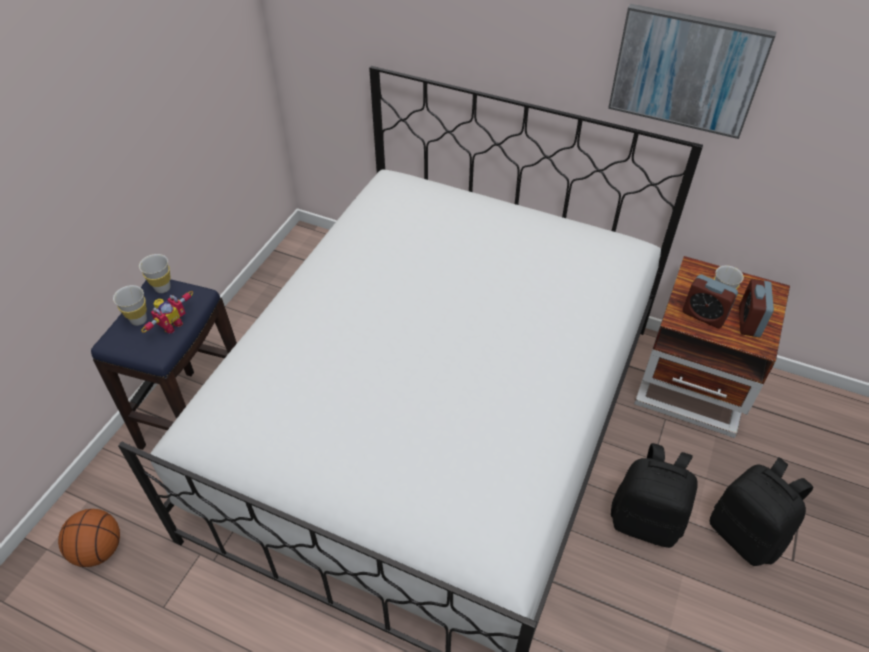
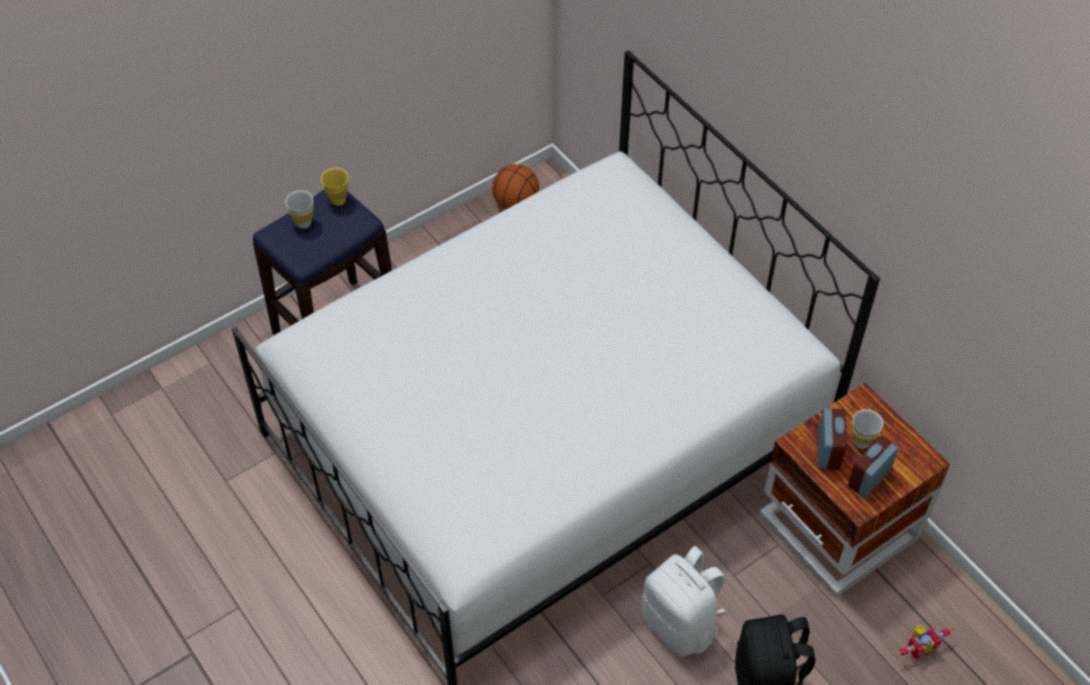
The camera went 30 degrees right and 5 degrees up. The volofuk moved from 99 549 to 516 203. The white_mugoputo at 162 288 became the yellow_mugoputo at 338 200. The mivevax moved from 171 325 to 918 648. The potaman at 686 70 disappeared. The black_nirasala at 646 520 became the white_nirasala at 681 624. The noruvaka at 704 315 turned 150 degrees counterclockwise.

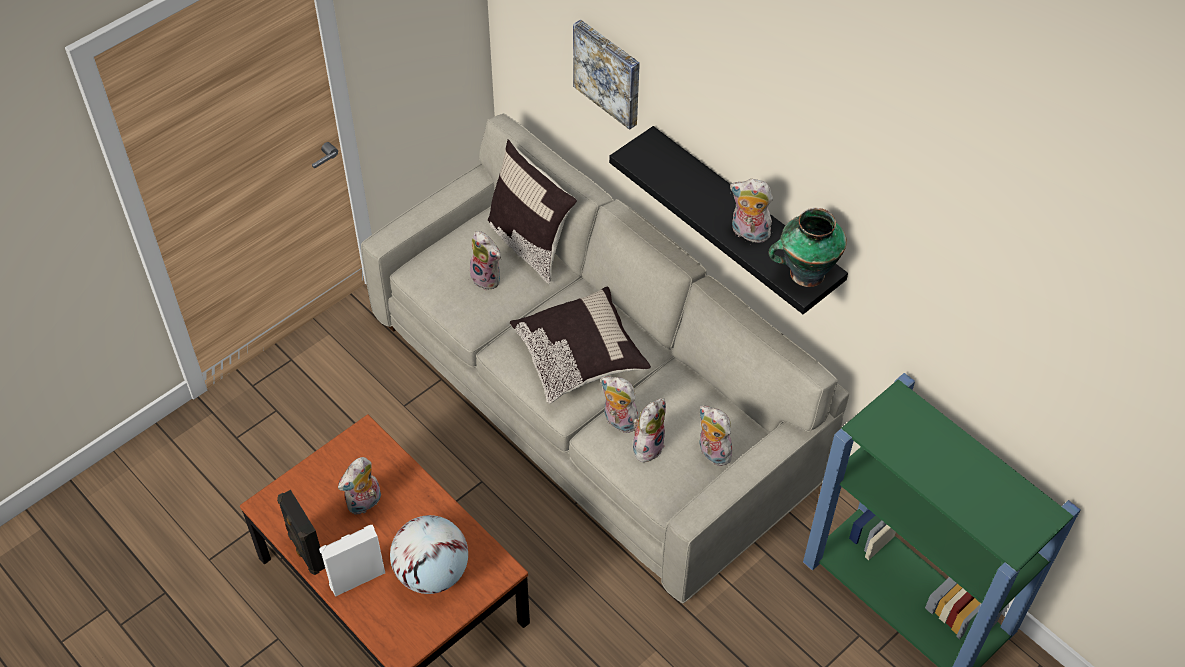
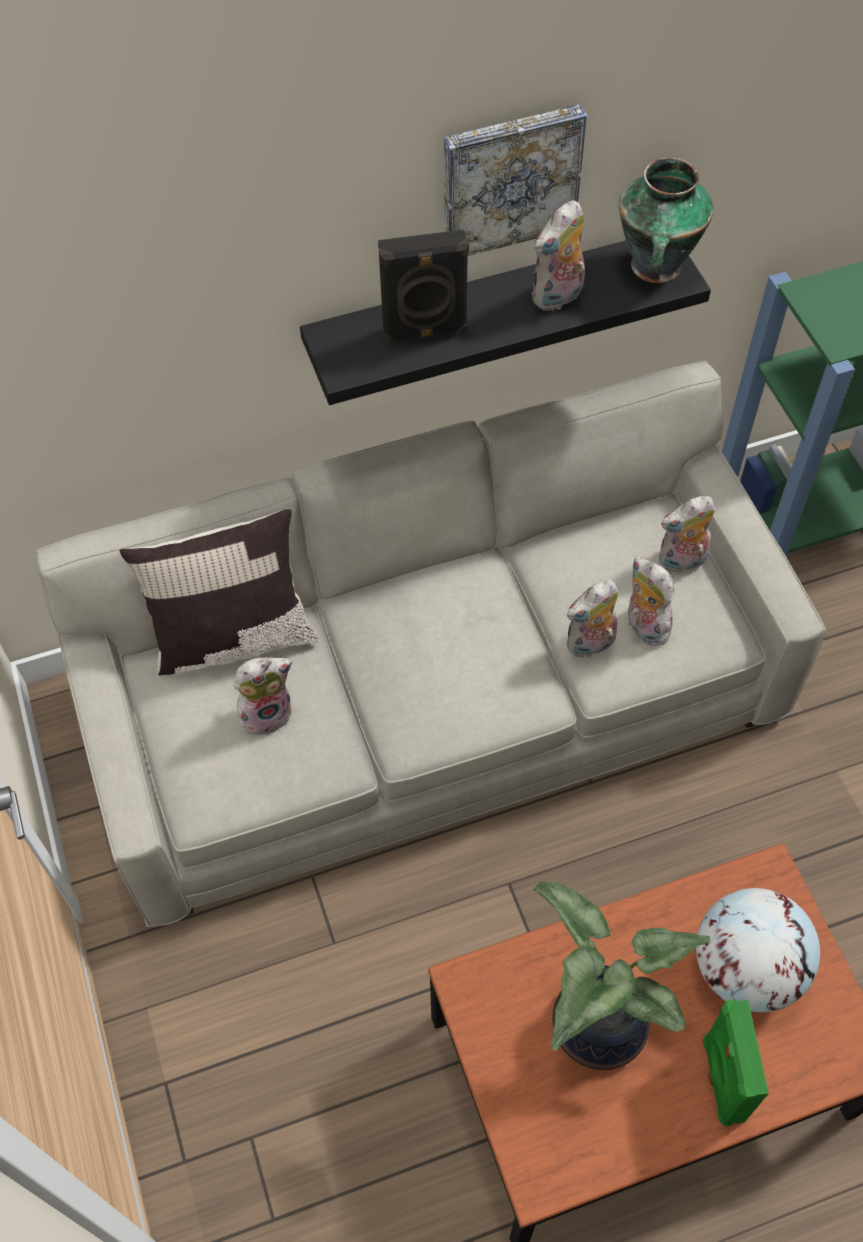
The camera went 65 degrees left and 5 degrees up. The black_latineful moved from 306 552 to 425 332. The white_latineful at 357 578 became the green_latineful at 720 1079. The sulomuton at 364 503 was replaced by the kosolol at 592 1025. The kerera at 579 356 disappeared. The potaman moved from 609 72 to 509 179.

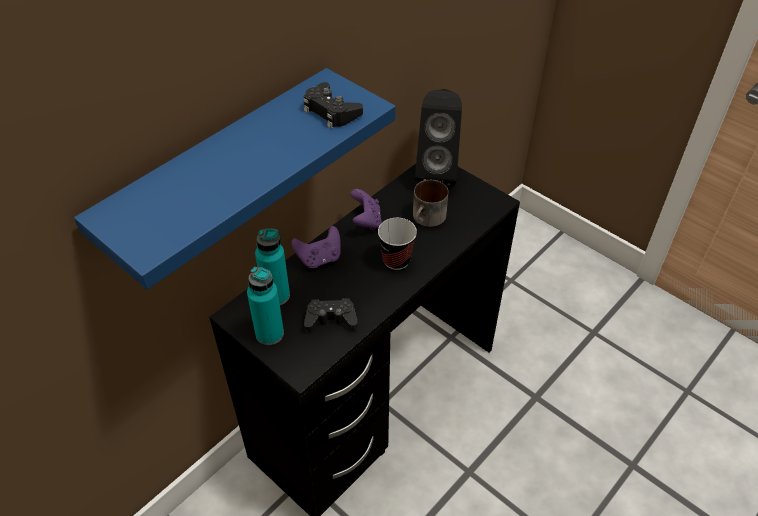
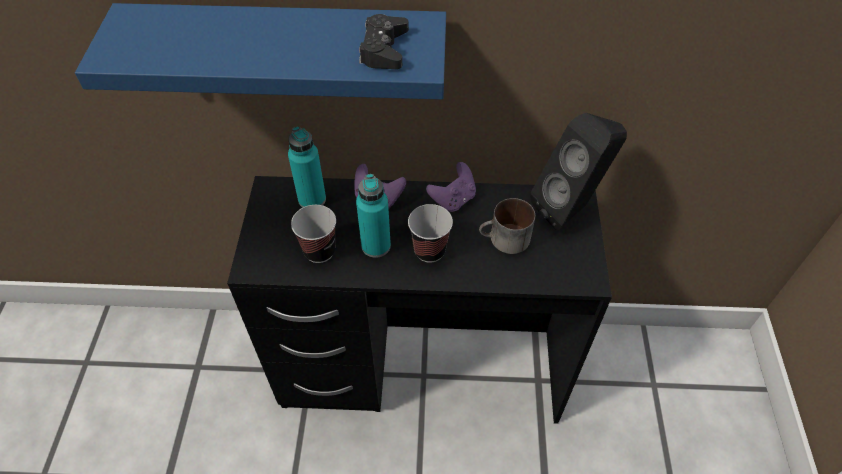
The camera went 50 degrees right and 5 degrees up. The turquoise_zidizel moved from 269 334 to 376 246. The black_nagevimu at 331 319 was replaced by the mugoputo at 319 251.

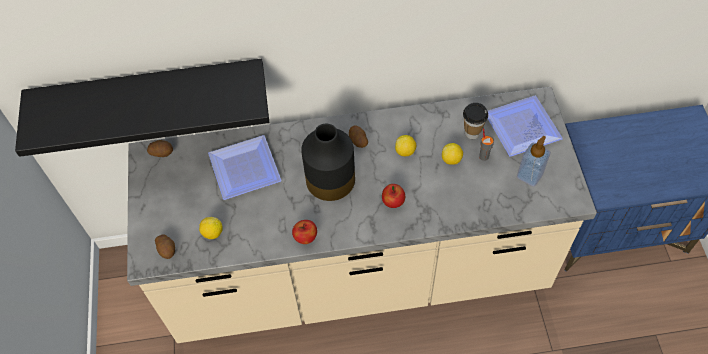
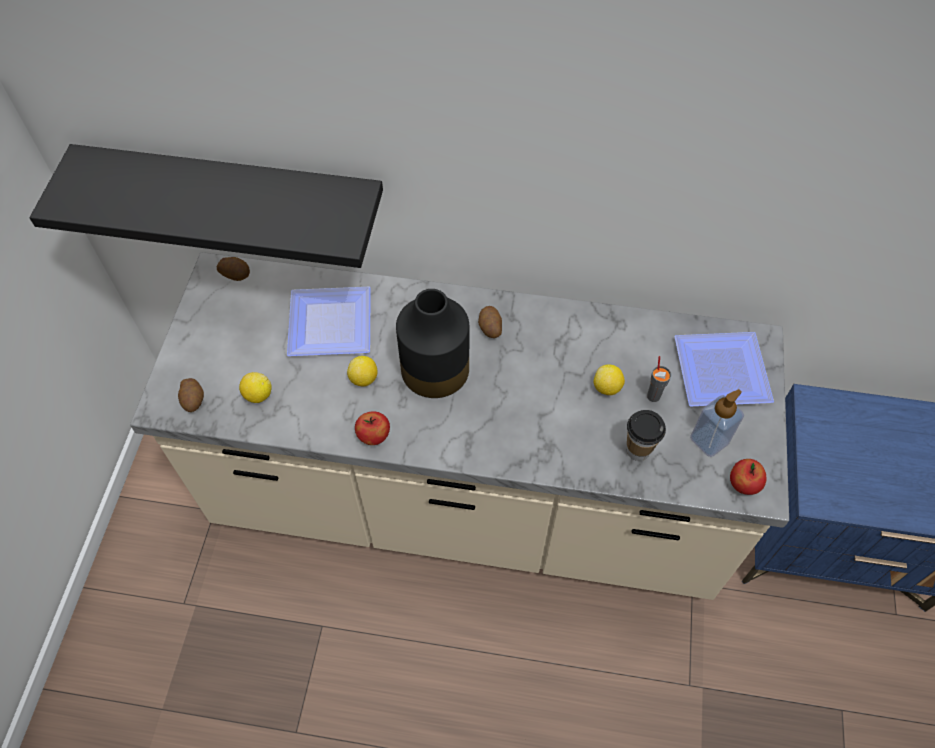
The camera went 15 degrees right and 0 degrees up. The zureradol moved from 393 202 to 743 484. The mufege moved from 405 151 to 364 379. The mugoputo moved from 472 133 to 638 450.

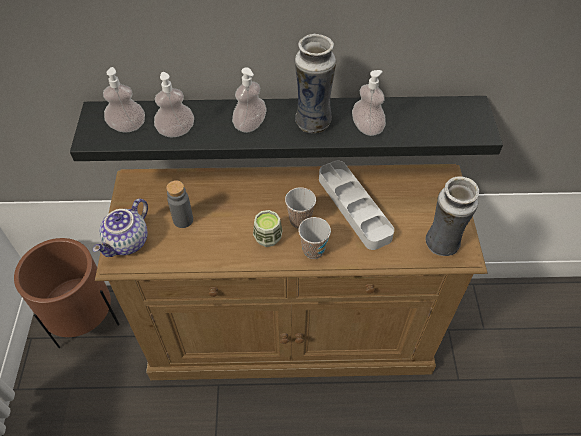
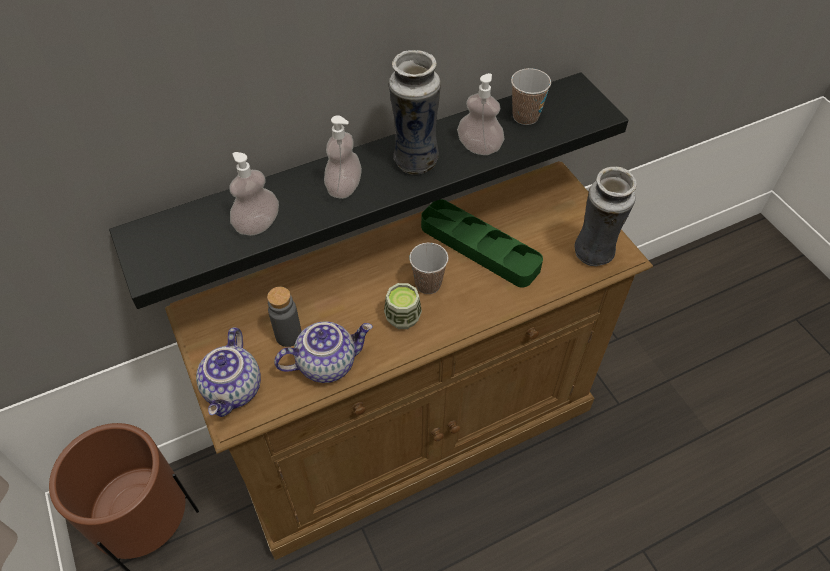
The camera went 25 degrees left and 0 degrees up. The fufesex at 128 126 disappeared. The mugoputo moved from 313 250 to 525 116. The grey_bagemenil at 354 207 became the green_bagemenil at 479 247. The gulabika at 327 362 appeared.

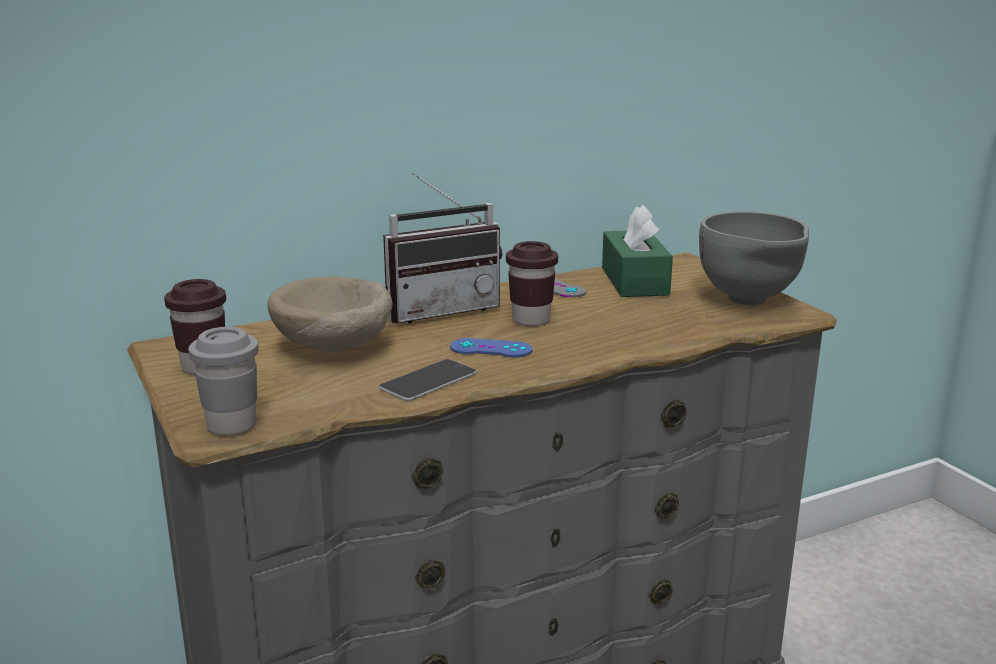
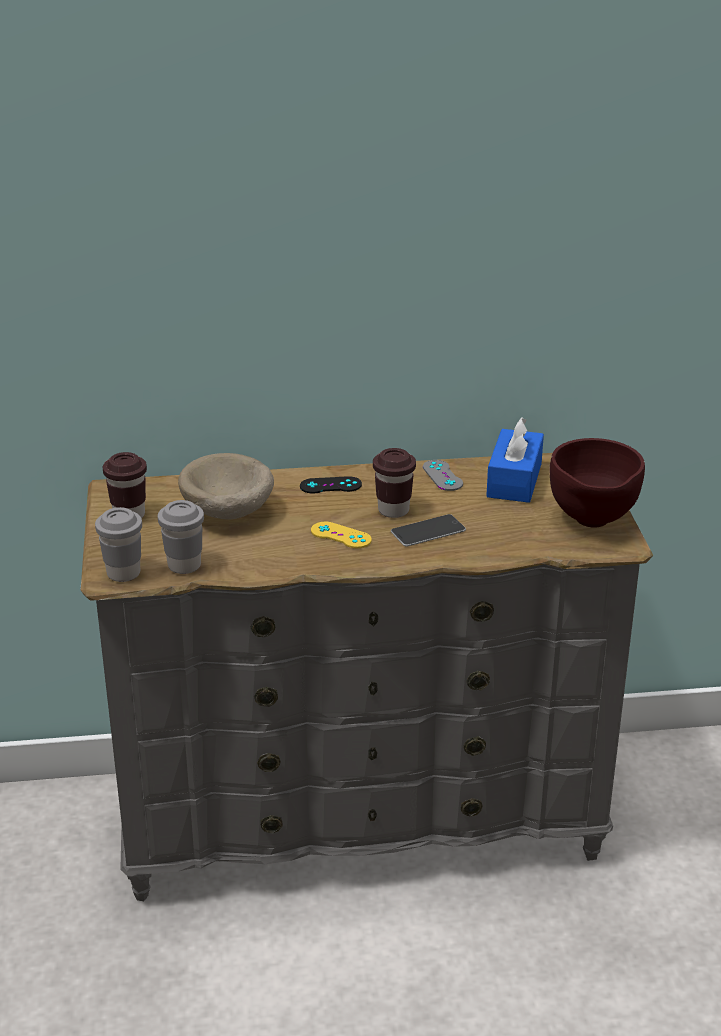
The camera went 20 degrees right and 10 degrees up. The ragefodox moved from 428 380 to 428 531. The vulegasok at 440 309 was replaced by the black_nagevimu at 330 485. The blue_nagevimu at 491 349 became the yellow_nagevimu at 341 535. The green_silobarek at 634 281 became the blue_silobarek at 514 480. The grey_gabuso at 750 301 became the brown_gabuso at 592 522. The grey_mugoputo at 184 566 appeared.

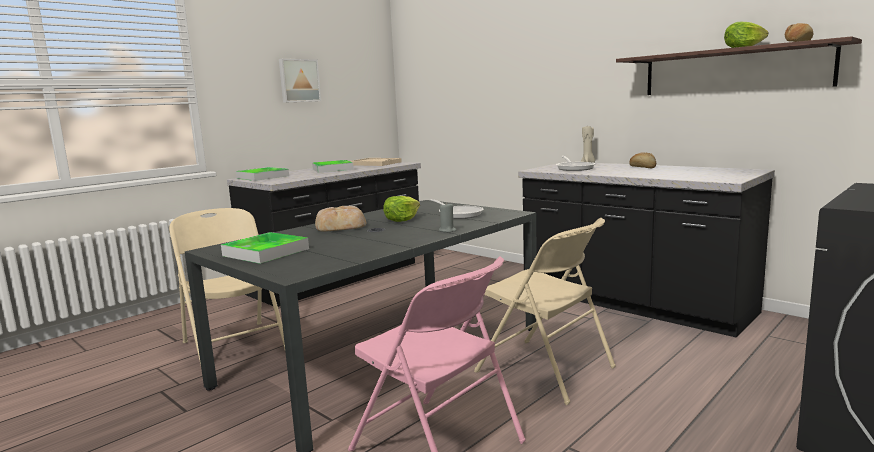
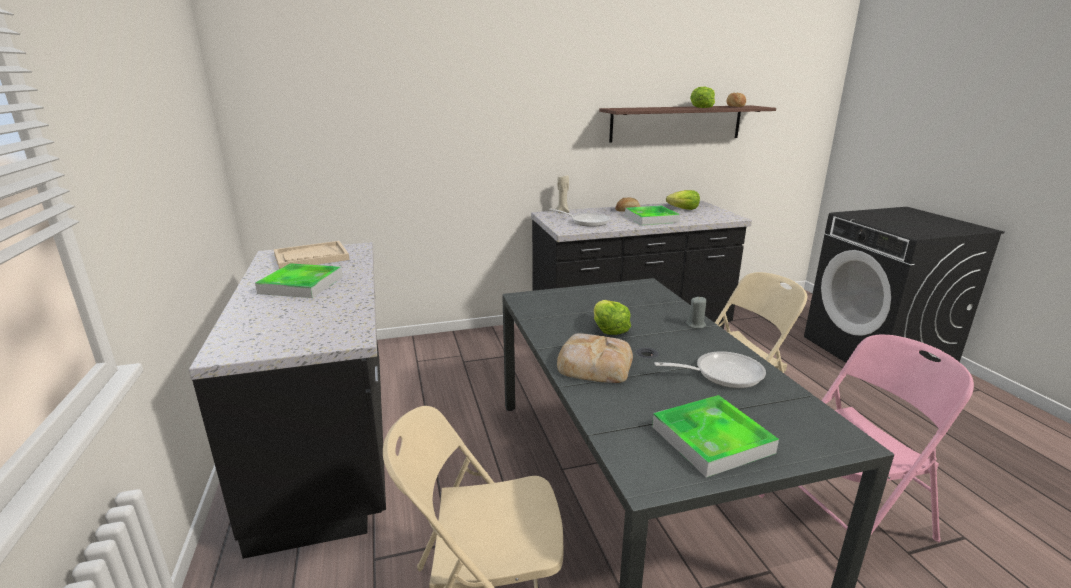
The camera went 60 degrees left and 10 degrees up. The bagemenil moved from 262 177 to 651 218. The potaman at 299 80 disappeared. The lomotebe moved from 458 214 to 722 374. The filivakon at 683 209 appeared.

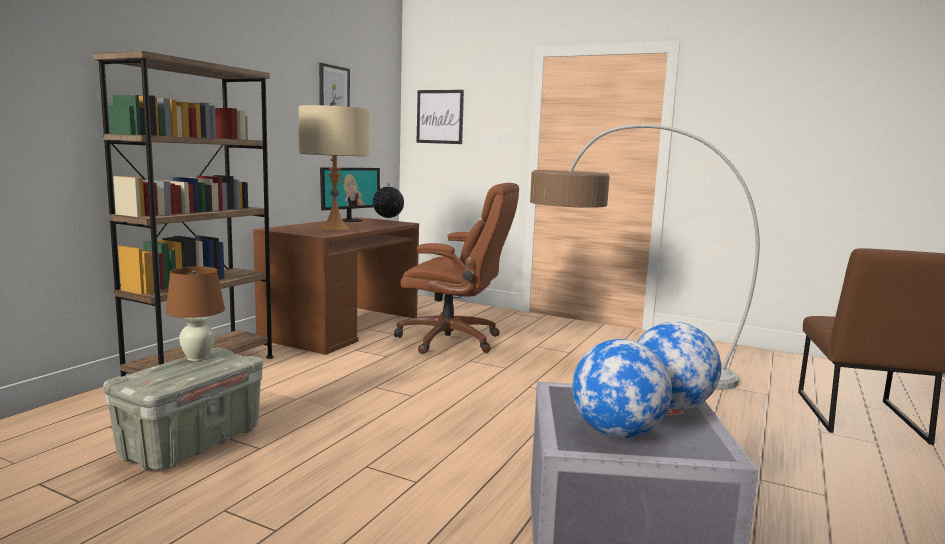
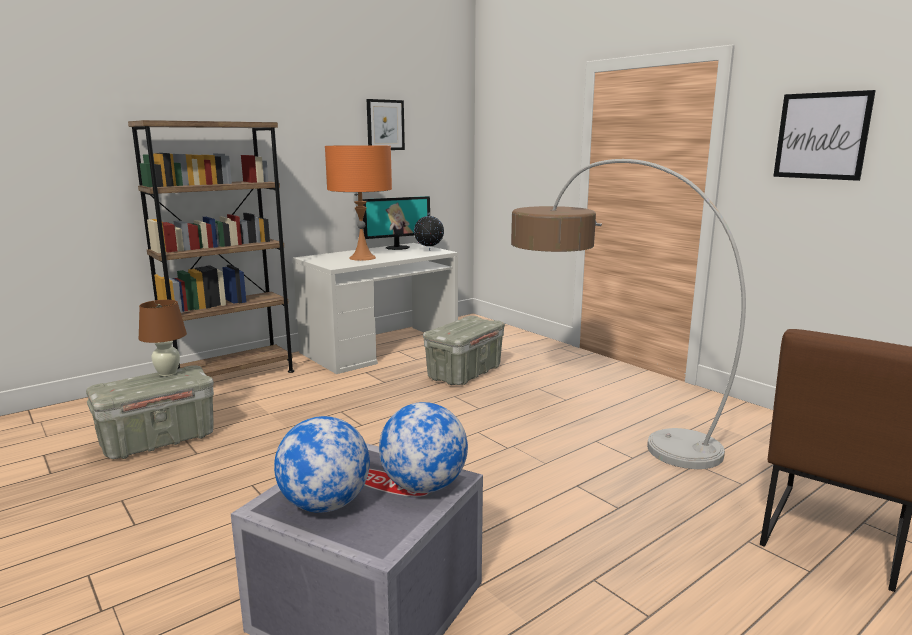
The camera went 25 degrees right and 5 degrees up. The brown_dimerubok at 342 327 became the white_dimerubok at 380 348. The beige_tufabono at 334 228 became the orange_tufabono at 362 258. The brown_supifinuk at 455 341 was replaced by the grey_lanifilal at 464 373. The potaman moved from 440 117 to 821 136.

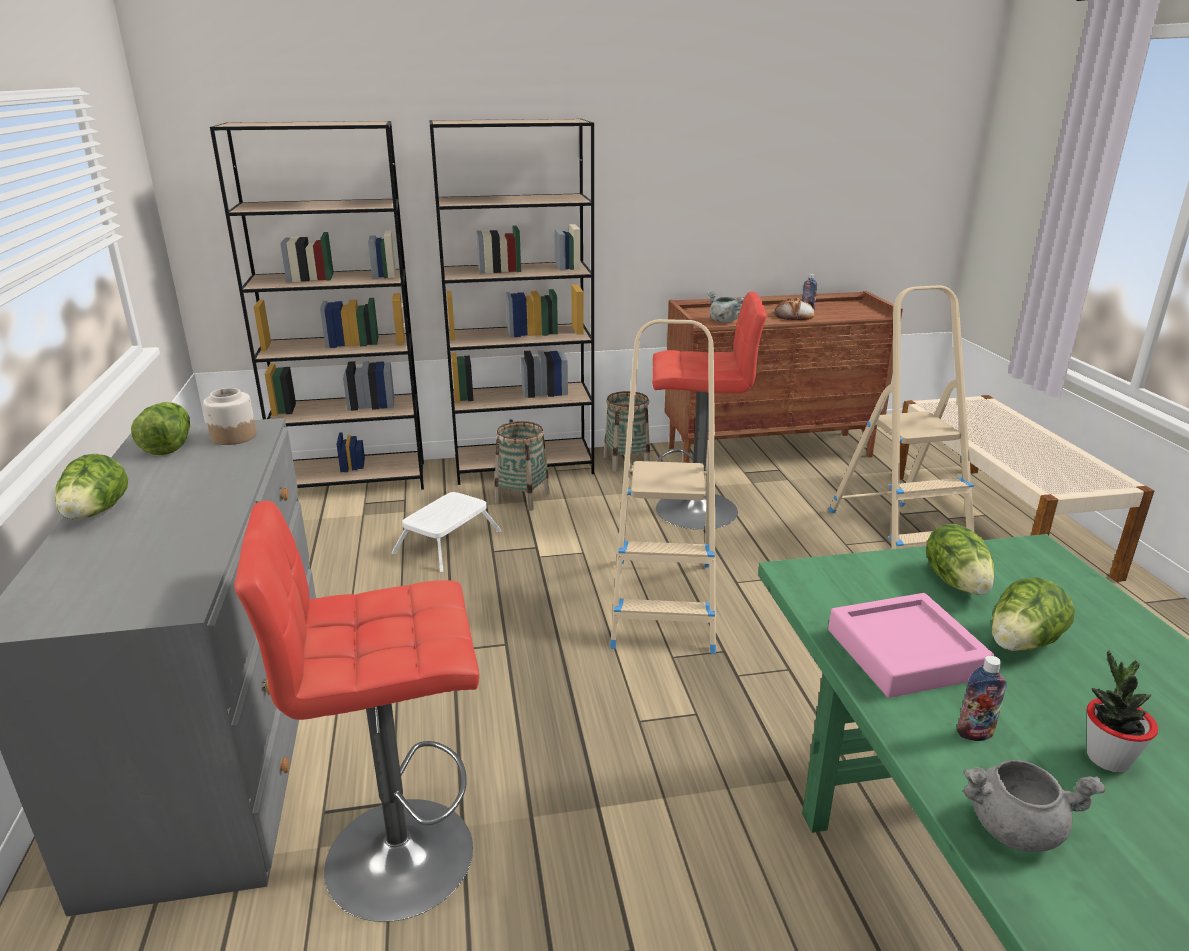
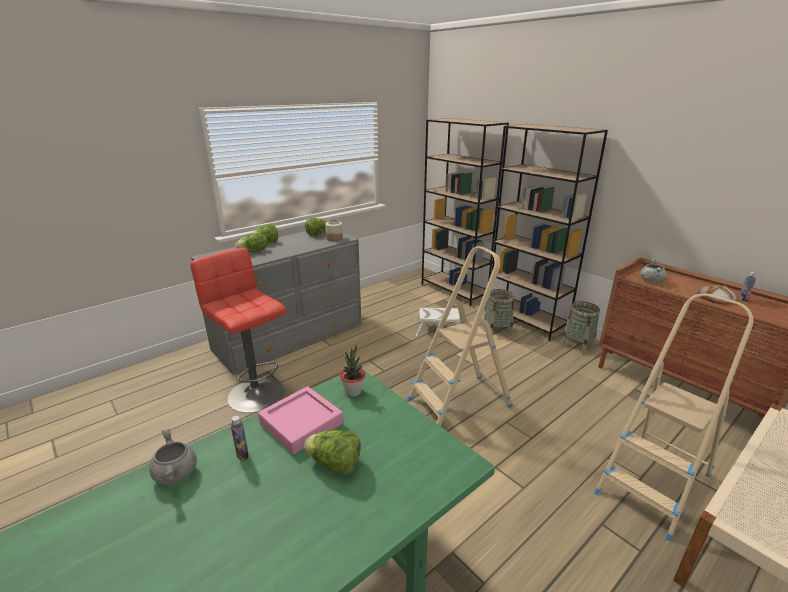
The camera went 60 degrees right and 0 degrees up. The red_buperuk at 697 511 disappeared. The filivakon moved from 957 581 to 254 251. The kosolol moved from 1107 758 to 353 391.

